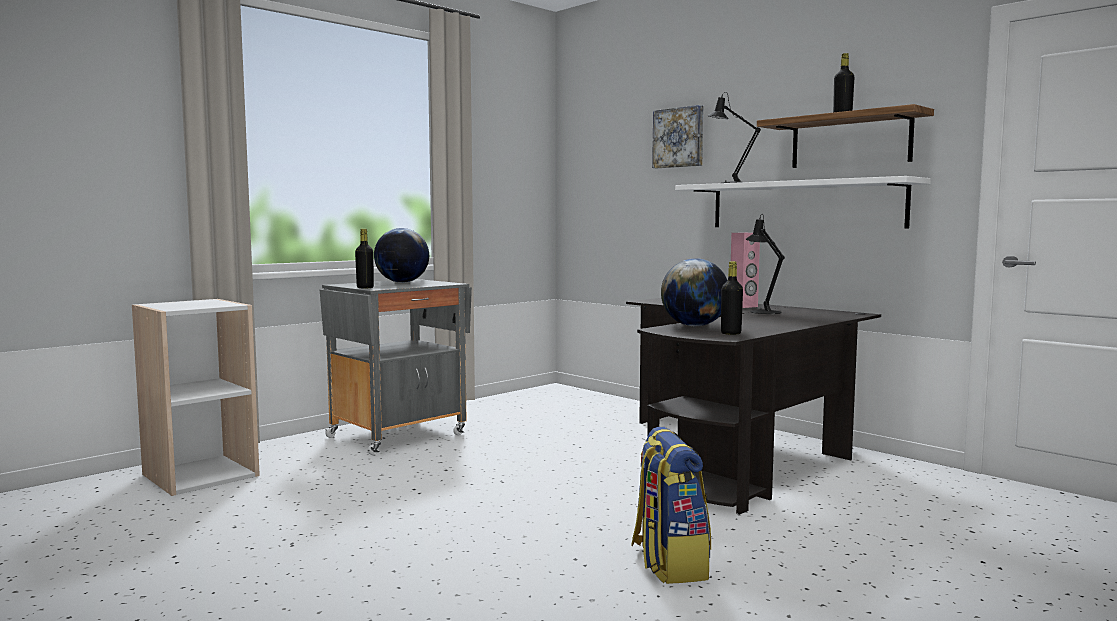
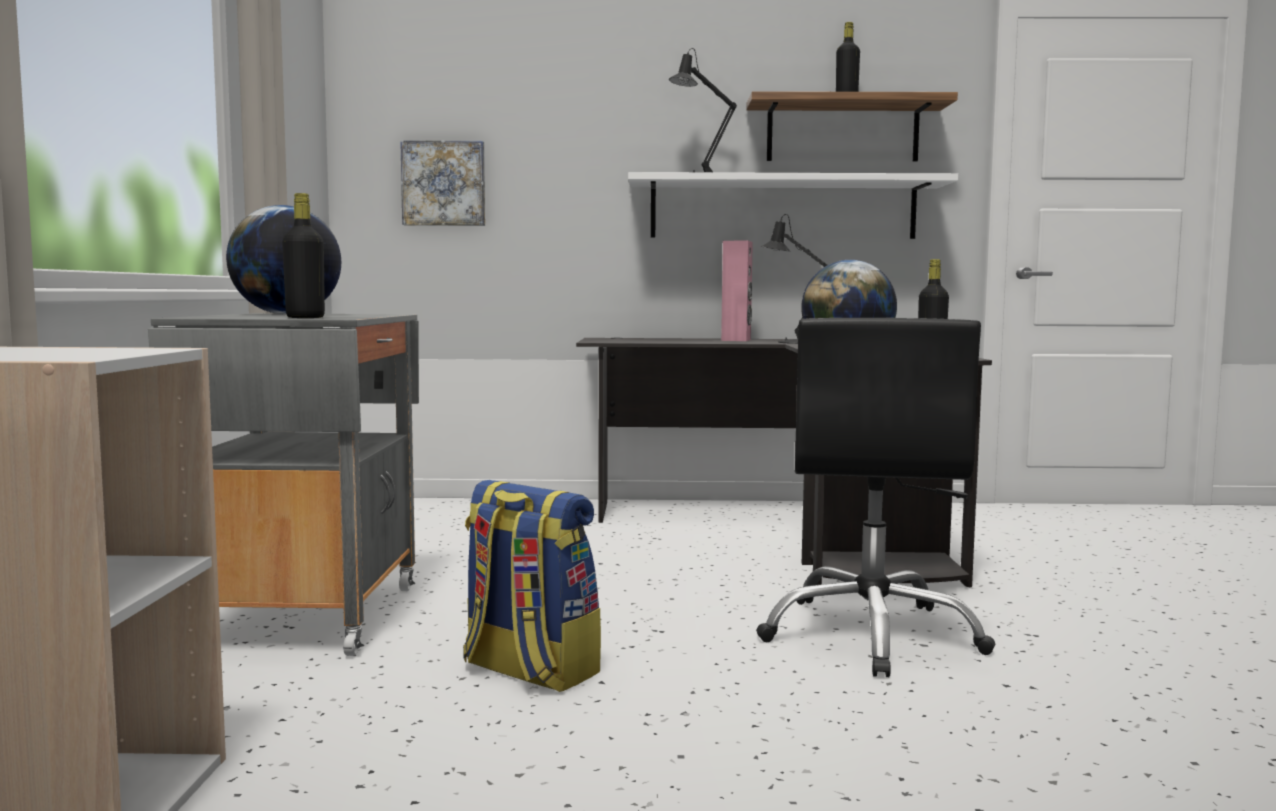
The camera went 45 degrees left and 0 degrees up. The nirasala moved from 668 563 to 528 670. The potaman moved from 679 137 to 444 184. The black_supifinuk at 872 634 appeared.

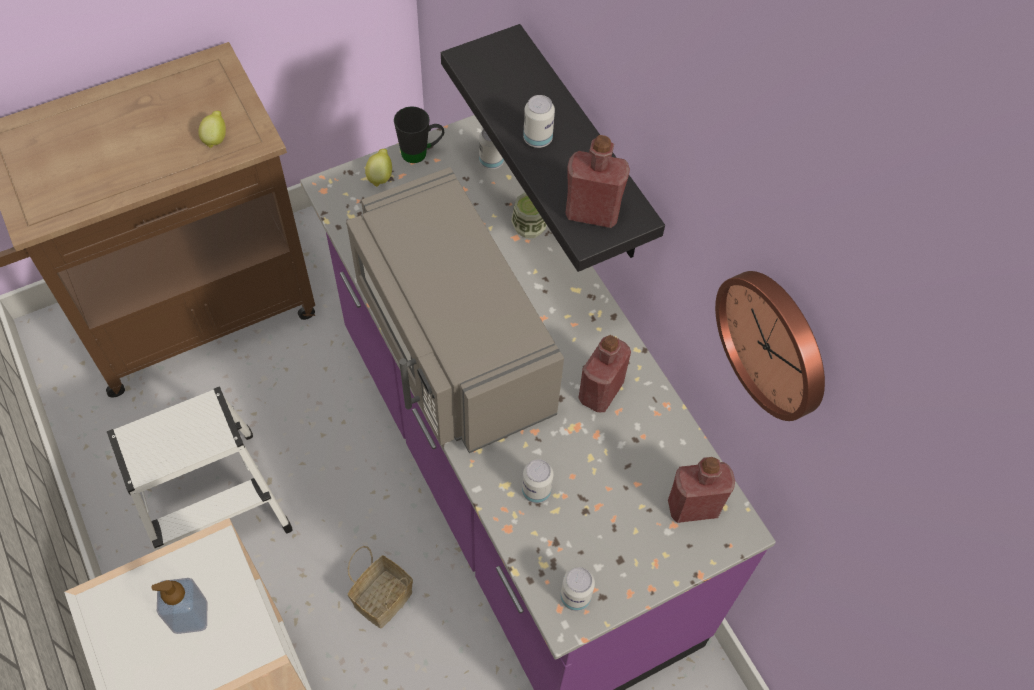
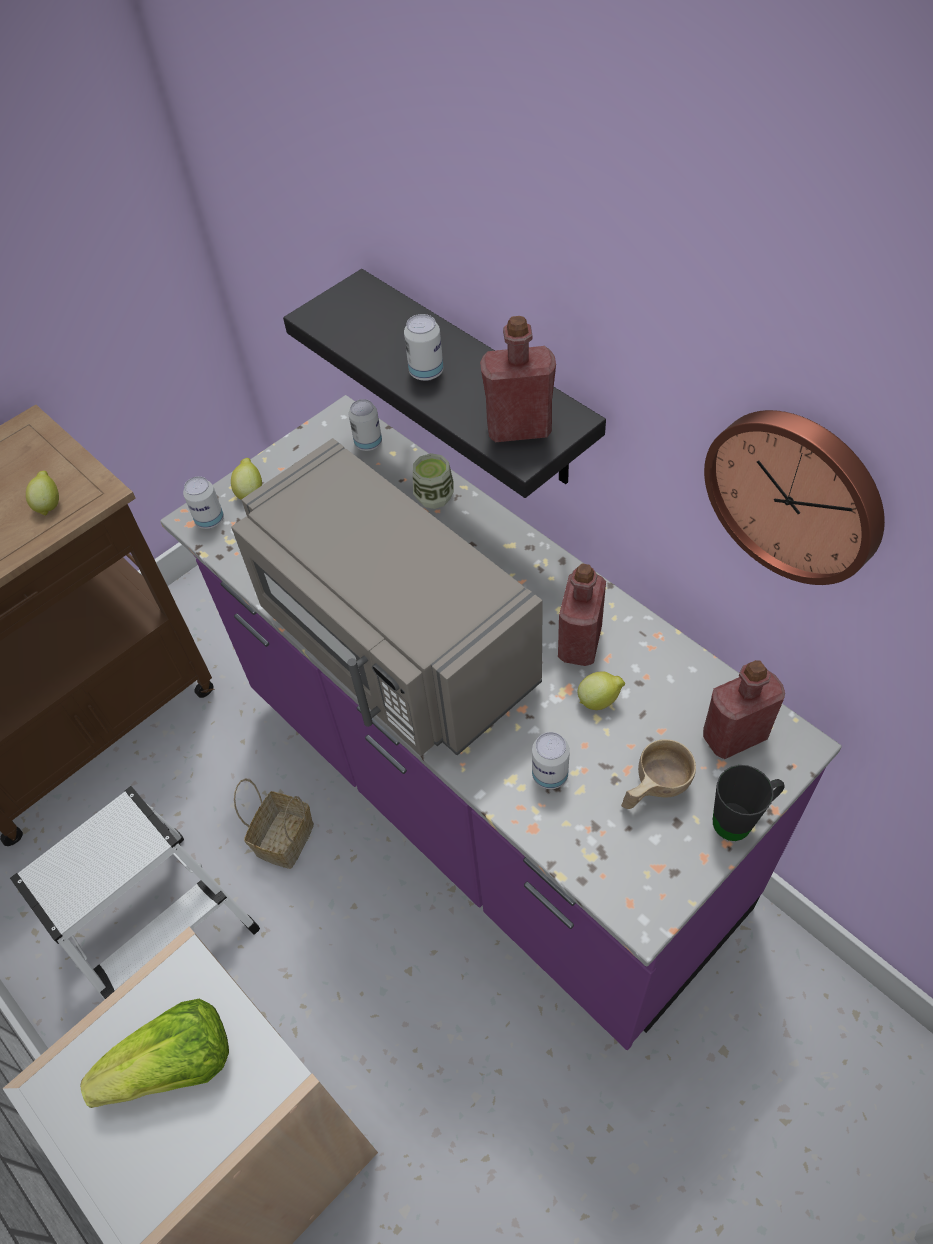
The camera went 10 degrees left and 5 degrees down. The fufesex at 190 616 was replaced by the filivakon at 175 1065. The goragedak moved from 382 601 to 285 841. The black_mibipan moved from 421 153 to 741 819. The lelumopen moved from 575 597 to 210 520. The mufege at 599 700 appeared. The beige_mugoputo at 653 789 appeared.

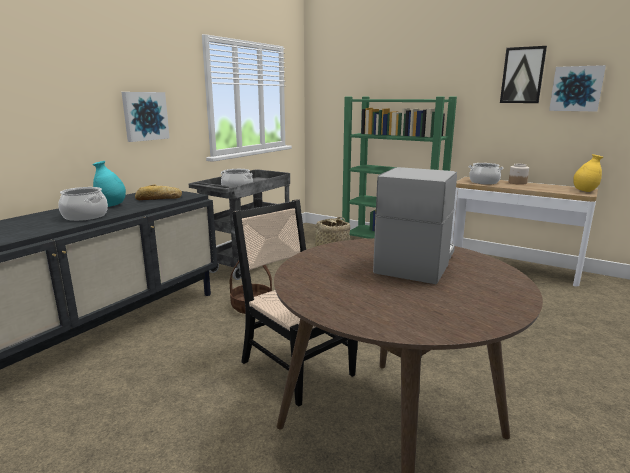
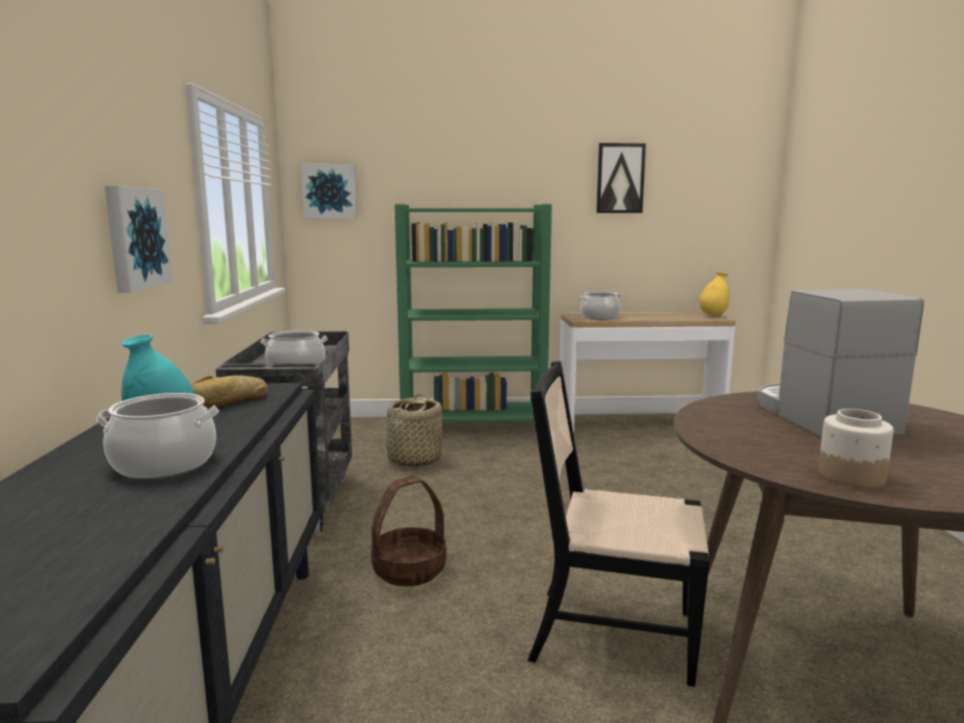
The camera went 35 degrees left and 5 degrees down. The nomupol moved from 517 183 to 850 477. The potaman moved from 576 89 to 330 191.

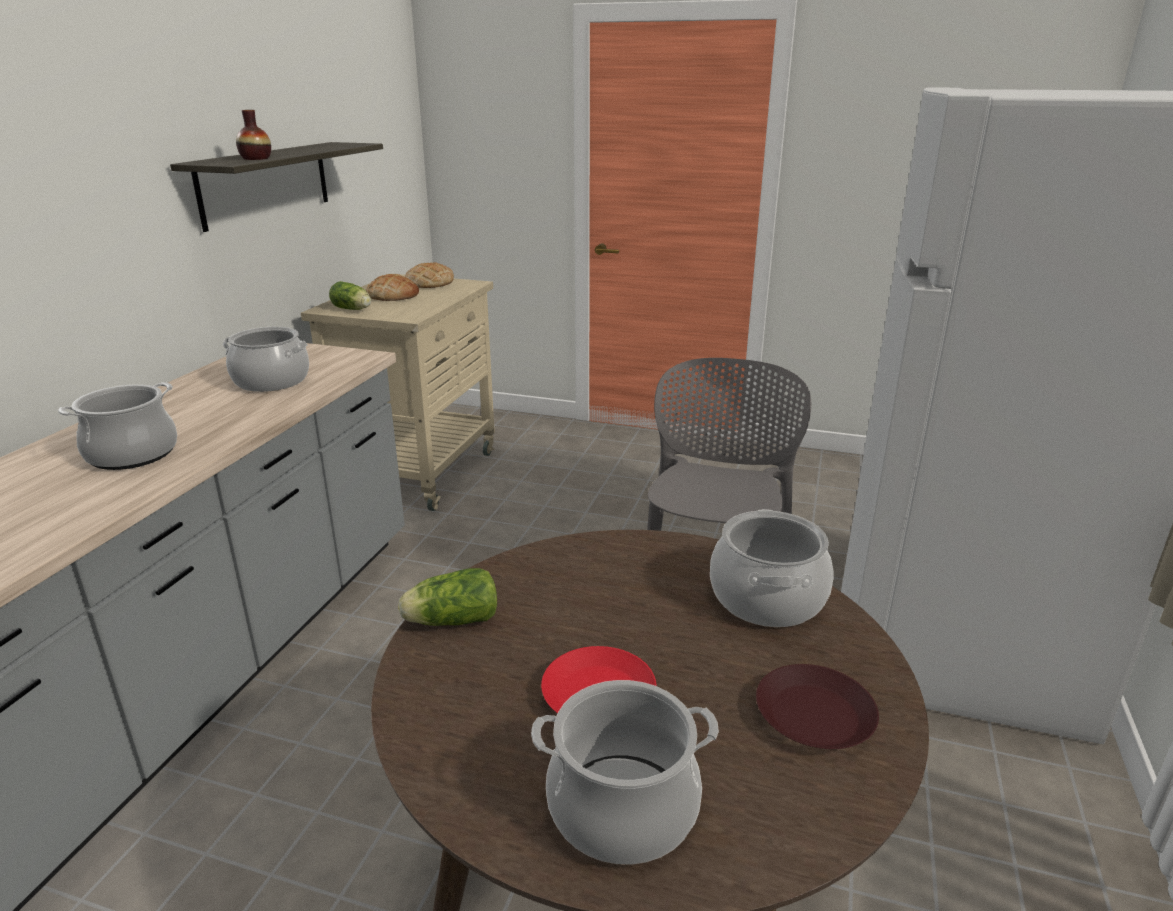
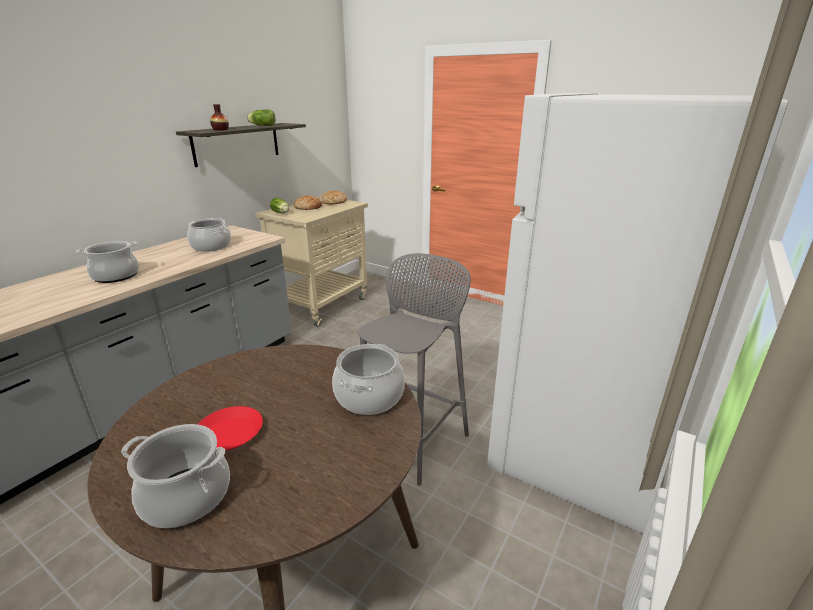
The camera went 15 degrees right and 0 degrees up. The filivakon moved from 449 621 to 262 125. The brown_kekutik at 815 715 disappeared.

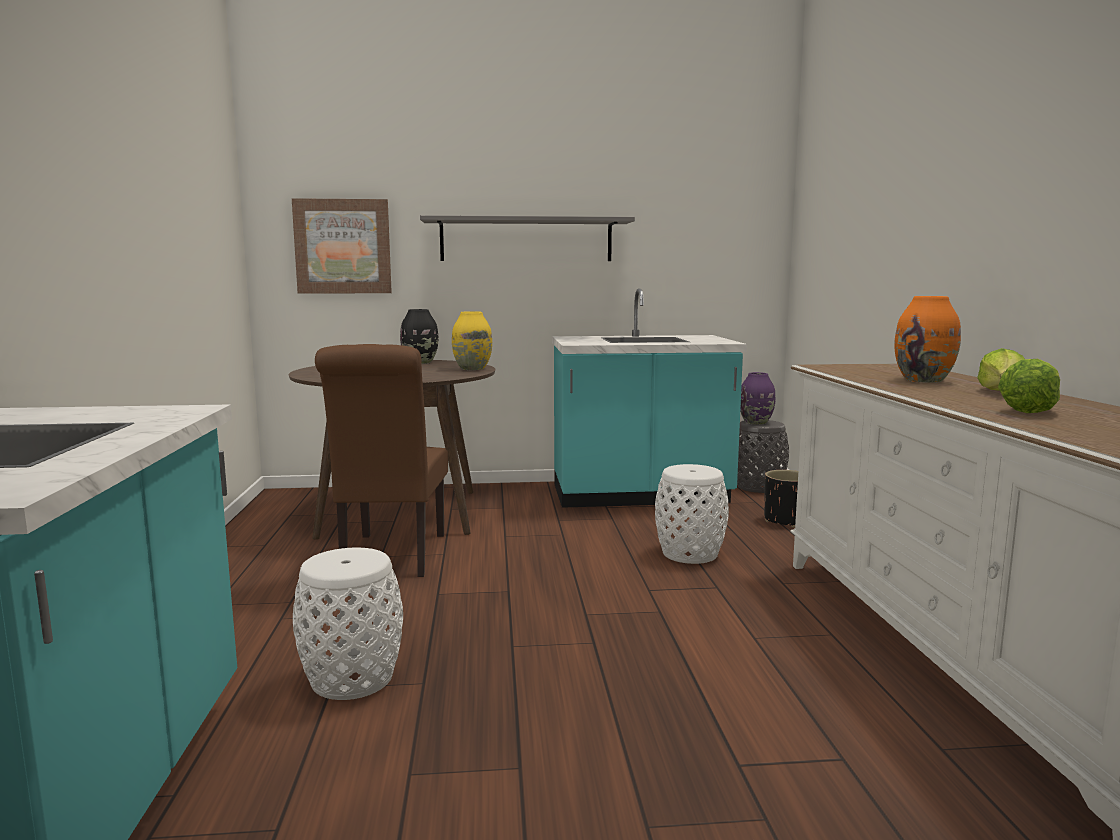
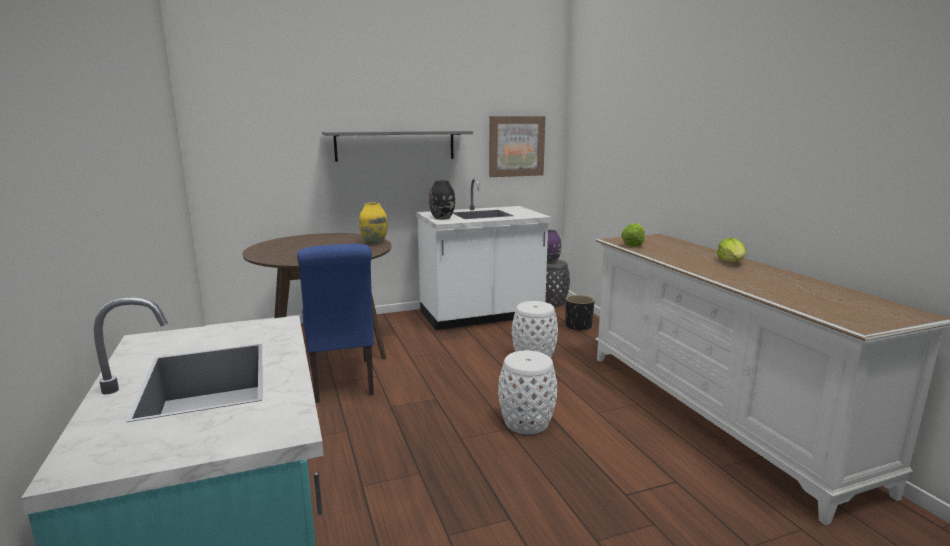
The camera went 15 degrees left and 5 degrees up. The potaman moved from 343 246 to 516 146. The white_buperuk moved from 352 679 to 526 423. The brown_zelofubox at 391 558 became the blue_zelofubox at 342 382. The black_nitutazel moved from 420 362 to 442 218. The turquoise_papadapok at 640 495 became the white_papadapok at 481 316. The orange_nitutazel at 924 380 disappeared. The filivakon moved from 1028 410 to 633 245.

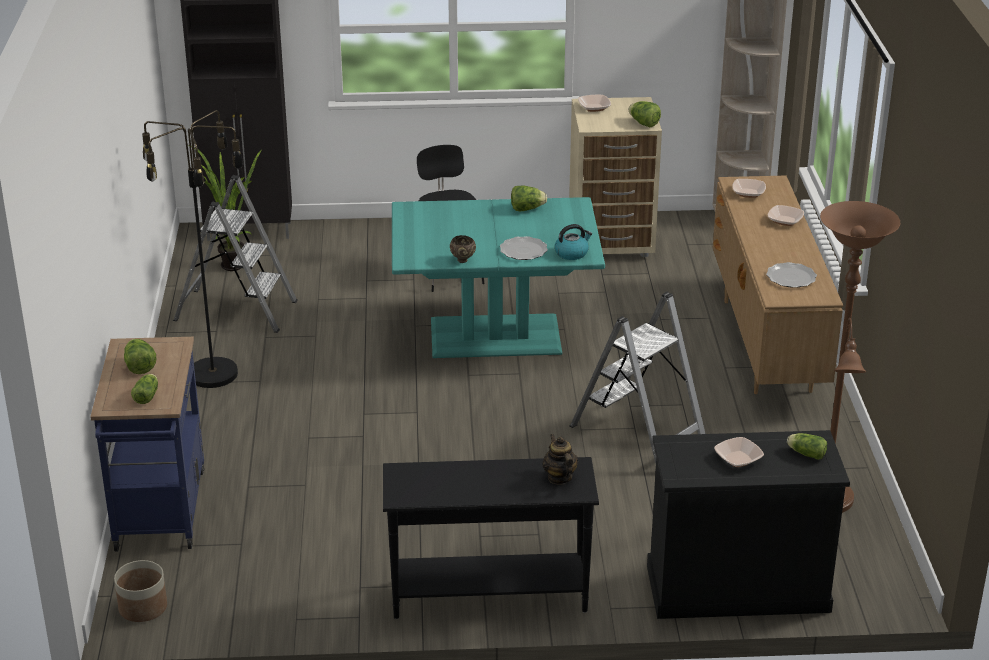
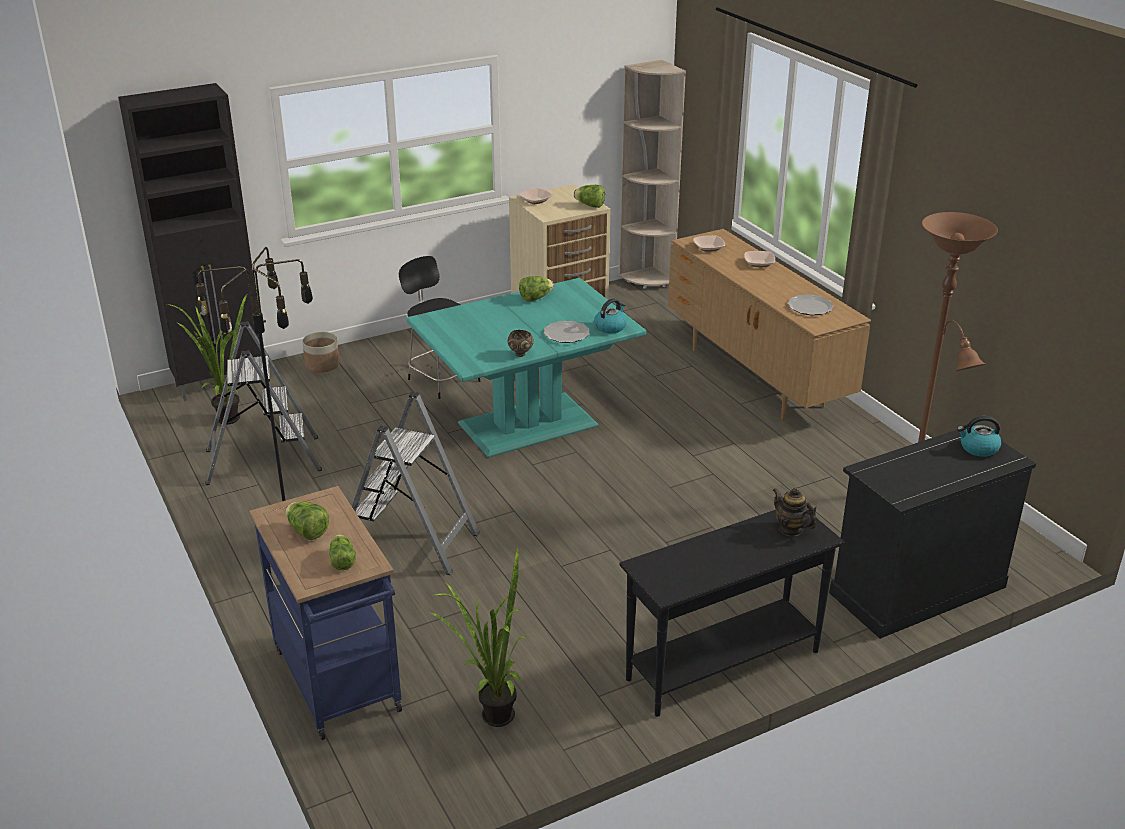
The camera went 25 degrees left and 0 degrees up. The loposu moved from 142 607 to 322 365. The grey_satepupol moved from 639 436 to 410 540. The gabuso at 738 459 disappeared. The filivakon at 805 453 was replaced by the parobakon at 978 448. The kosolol at 490 716 appeared.

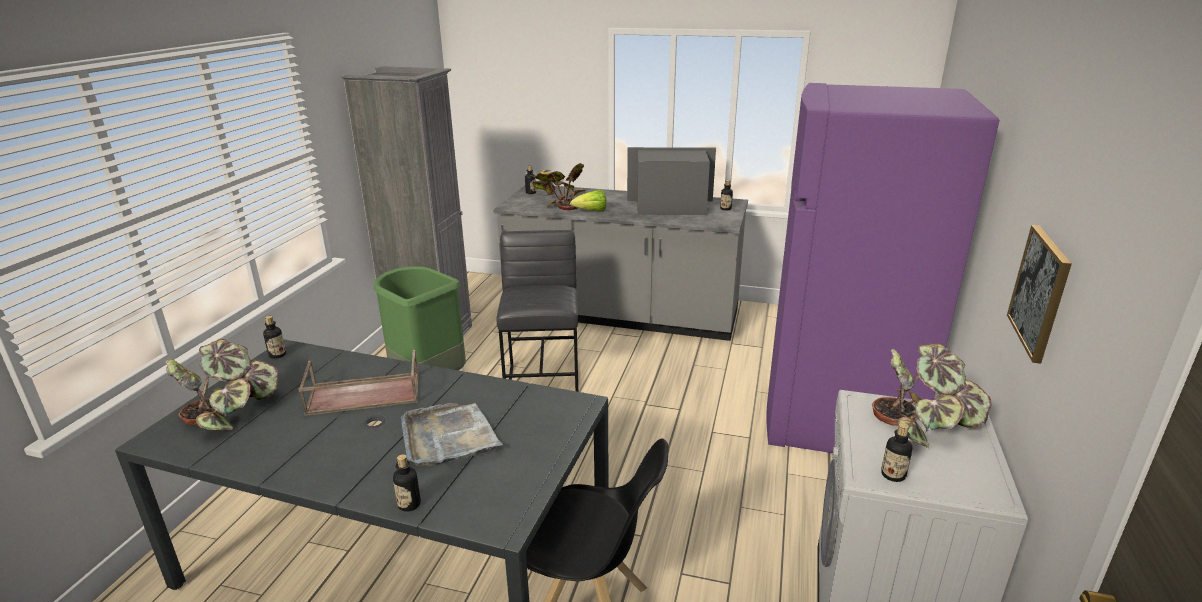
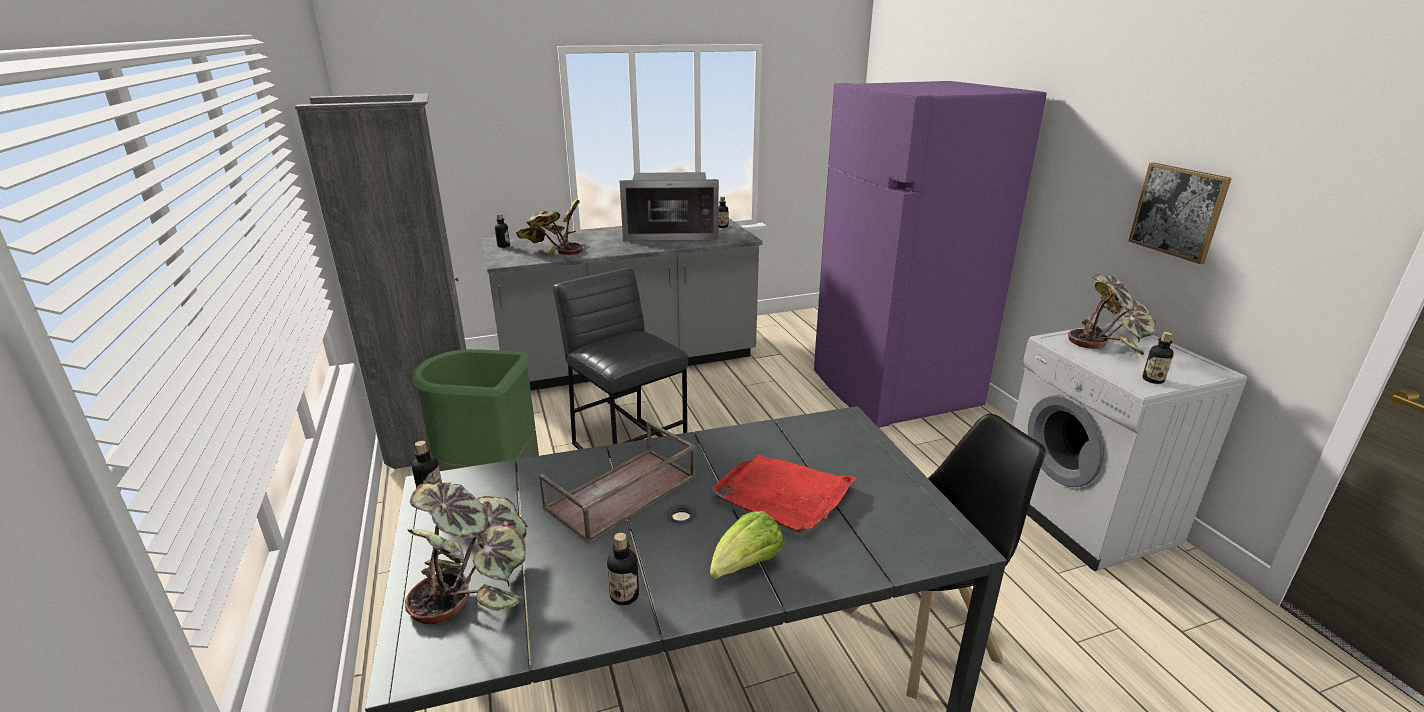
The camera went 35 degrees left and 0 degrees up. The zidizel moved from 409 504 to 624 595. The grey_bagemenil at 448 437 became the red_bagemenil at 783 495. The filivakon moved from 591 211 to 746 566. The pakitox at 670 207 turned 150 degrees counterclockwise.

